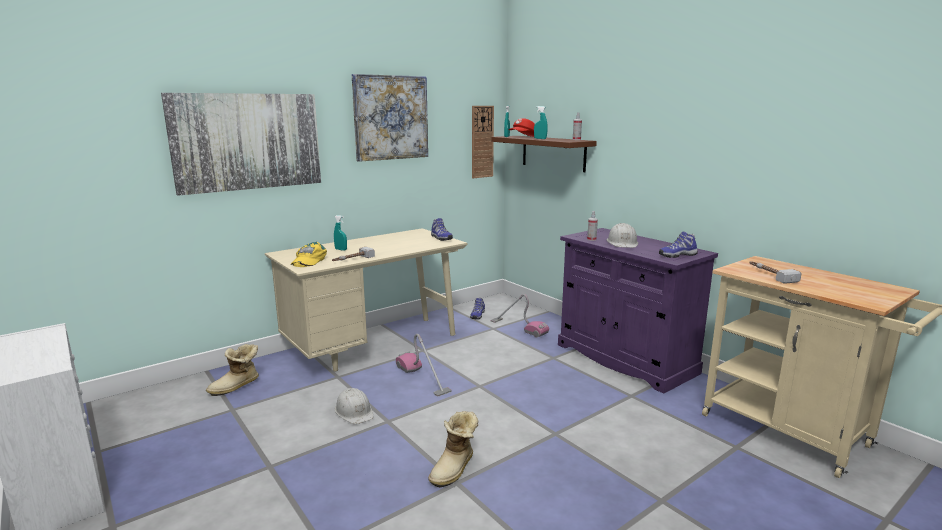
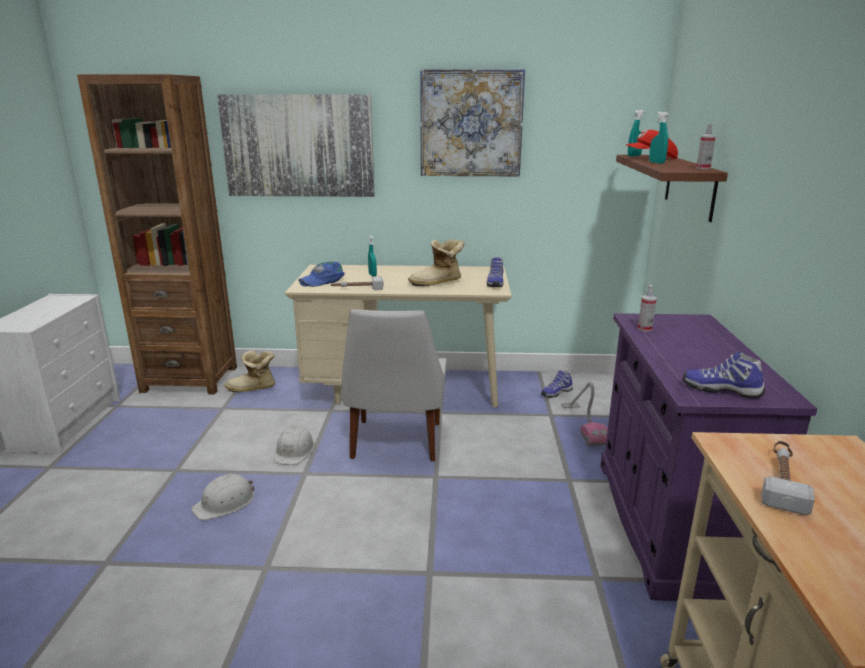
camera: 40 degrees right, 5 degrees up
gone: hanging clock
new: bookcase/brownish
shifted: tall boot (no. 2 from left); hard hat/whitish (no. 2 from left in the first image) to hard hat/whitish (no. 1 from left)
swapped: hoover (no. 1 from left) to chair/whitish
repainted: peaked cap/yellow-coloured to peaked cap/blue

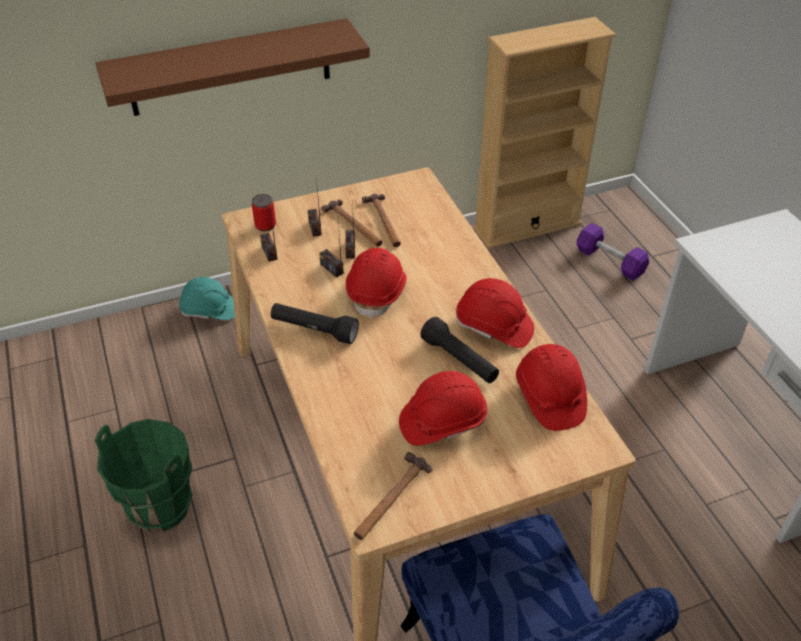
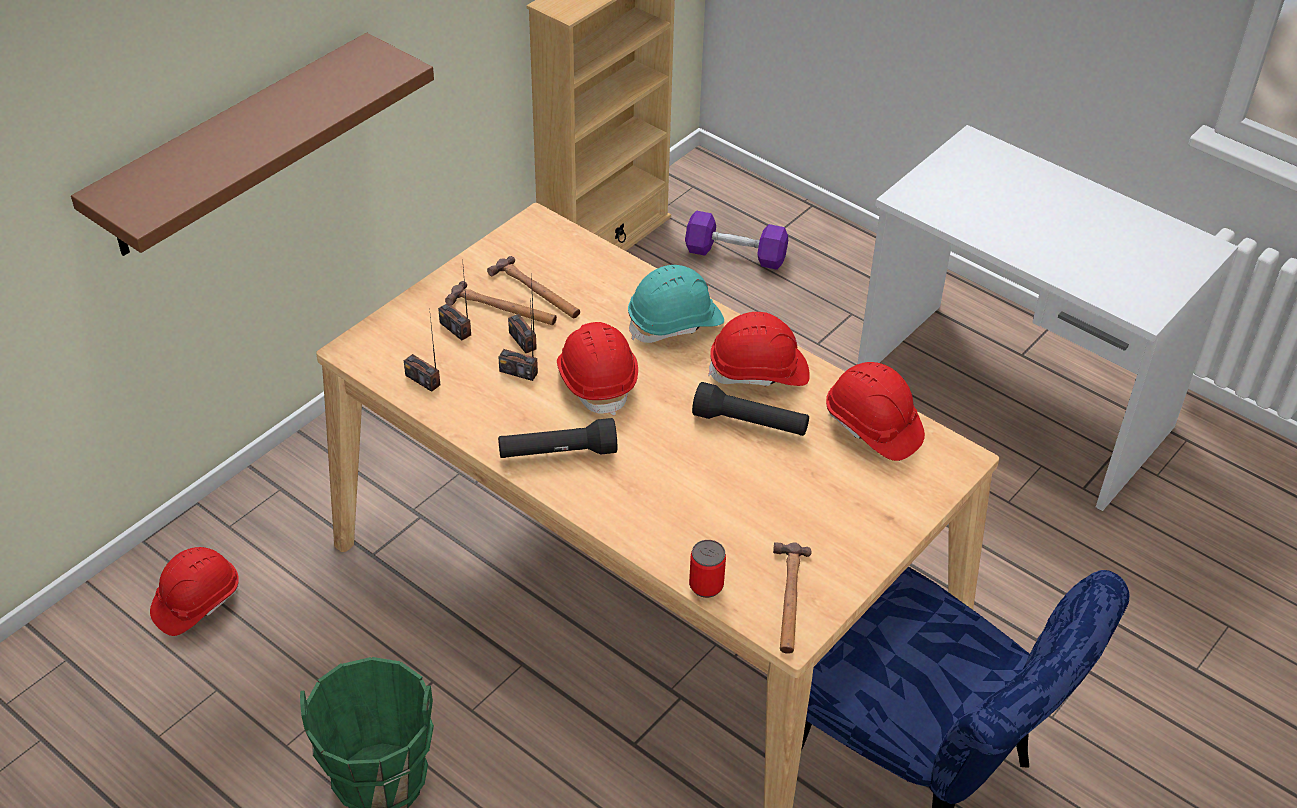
camera: 30 degrees left, 0 degrees up
shifted: hard hat/turquoise; can; hard hat/reddish (no. 2 from left in the first image) to hard hat/reddish (no. 1 from left)

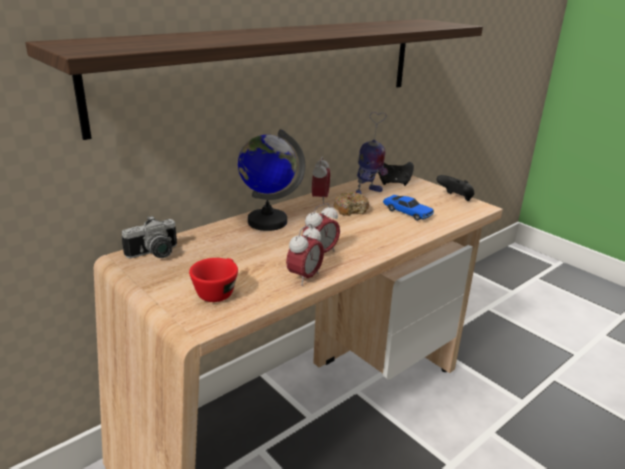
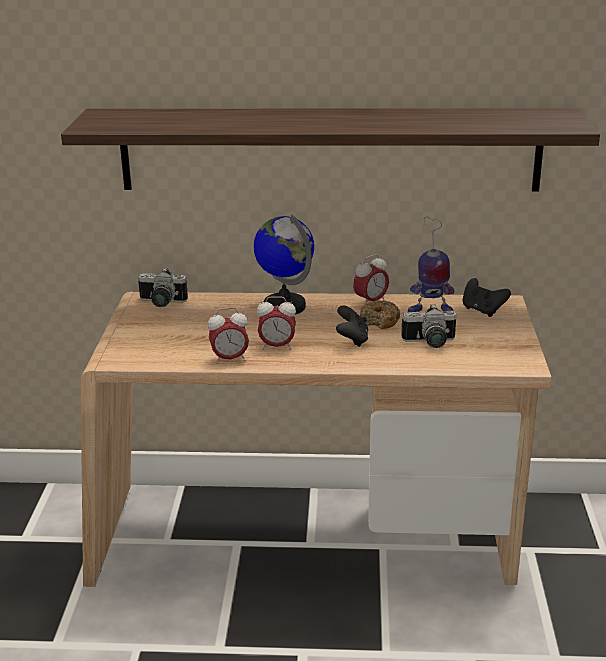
camera: 45 degrees right, 0 degrees up
gone: cup/reddish
shifted: joypad/black (no. 2 from left in the first image) to joypad/black (no. 1 from left)
swapped: model car to still camera (no. 2 from left)

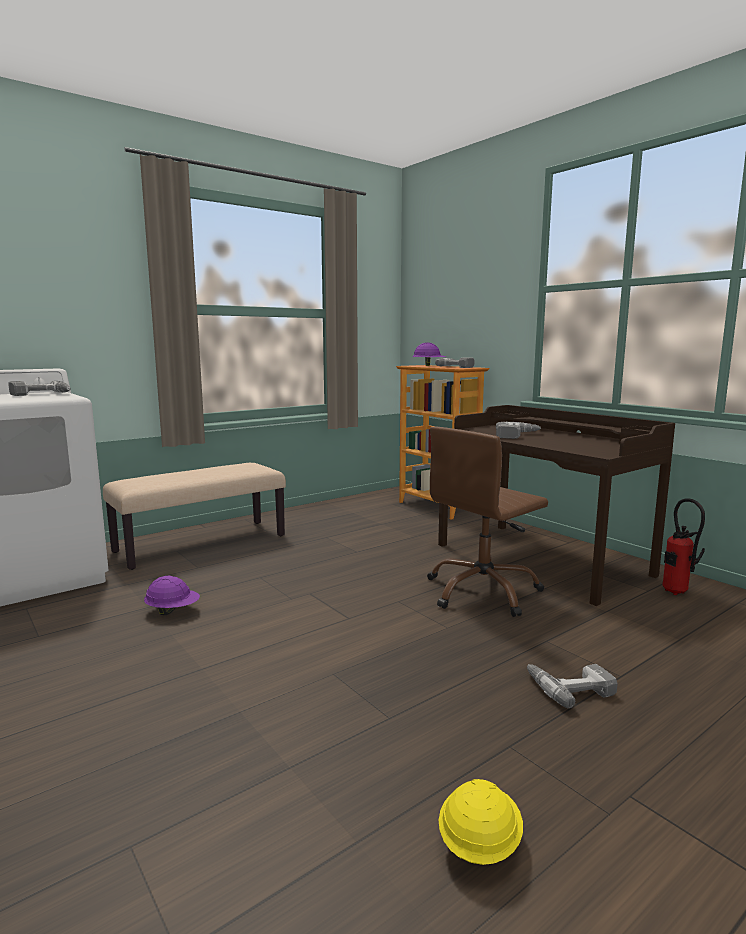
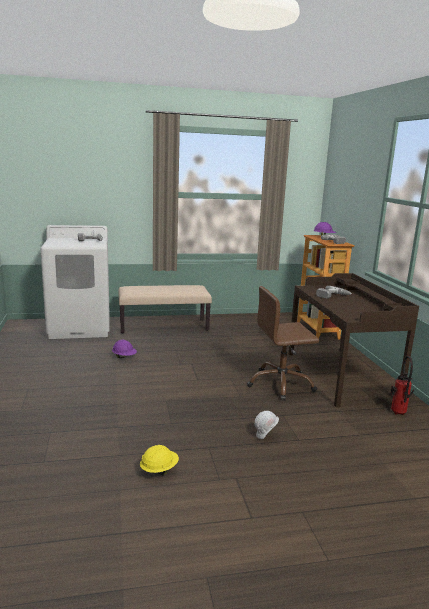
camera: 25 degrees right, 5 degrees up
swapped: power drill (no. 4 from left) to hard hat/whitish

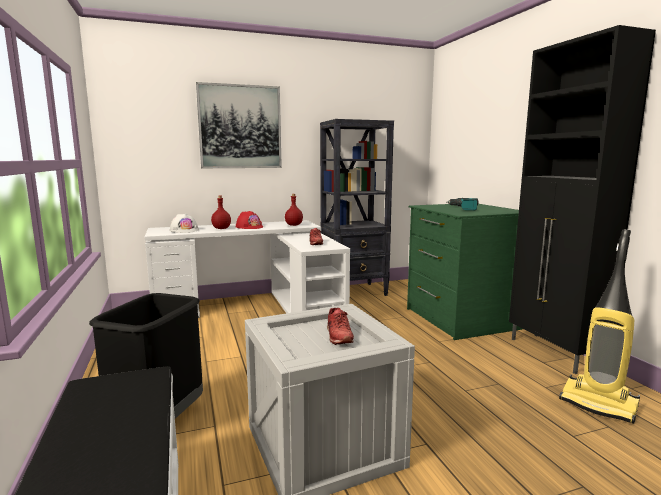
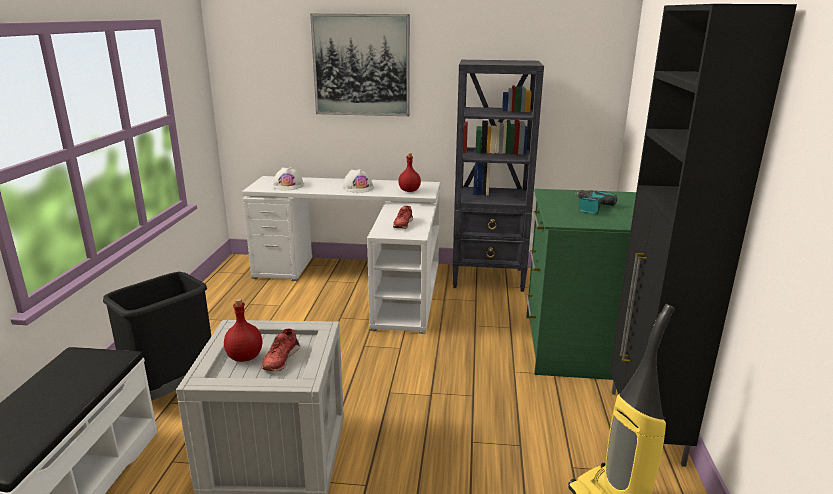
camera: 25 degrees right, 10 degrees up
shifted: beverage bottle/reddish (no. 1 from left)
repainted: hard hat/reddish to hard hat/whitish (no. 2 from left)

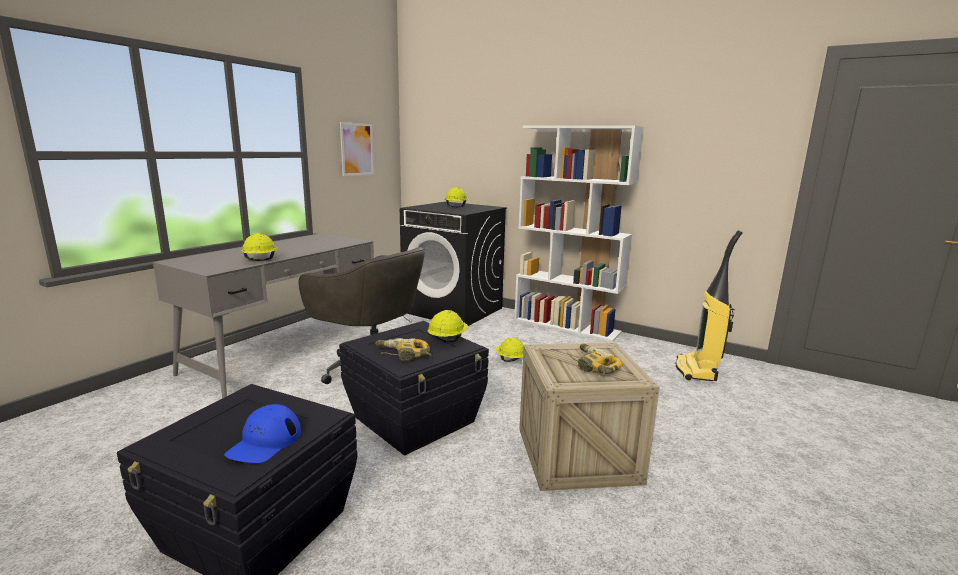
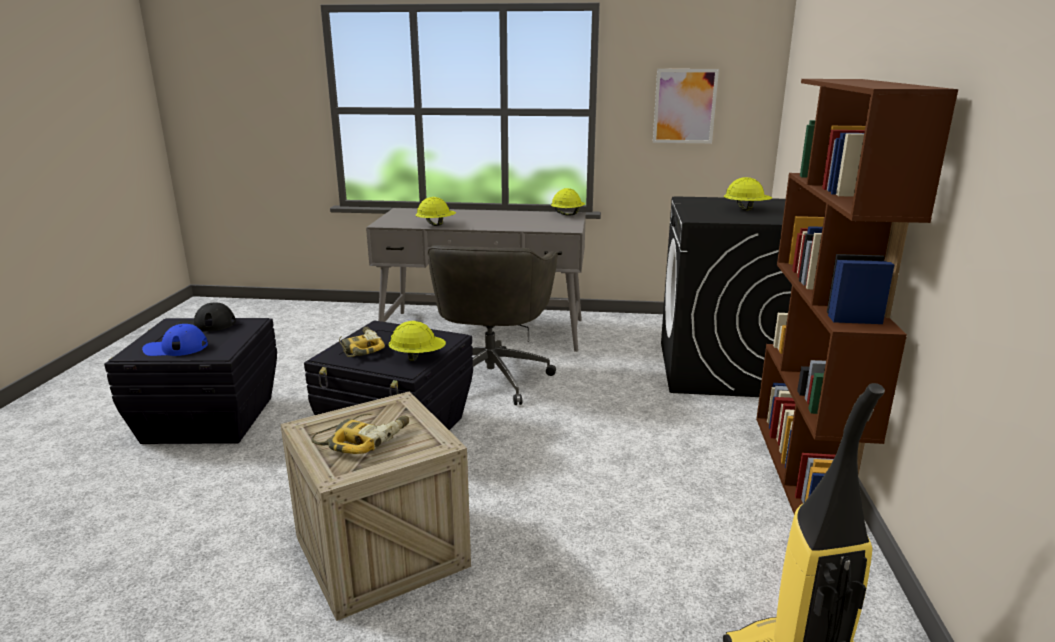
camera: 65 degrees right, 5 degrees up
new: peaked cap/black
shifted: hard hat/yellow-coloured (no. 4 from left in the first image) to hard hat/yellow-coloured (no. 3 from left)
repainted: bookcase/whitish to bookcase/brownish

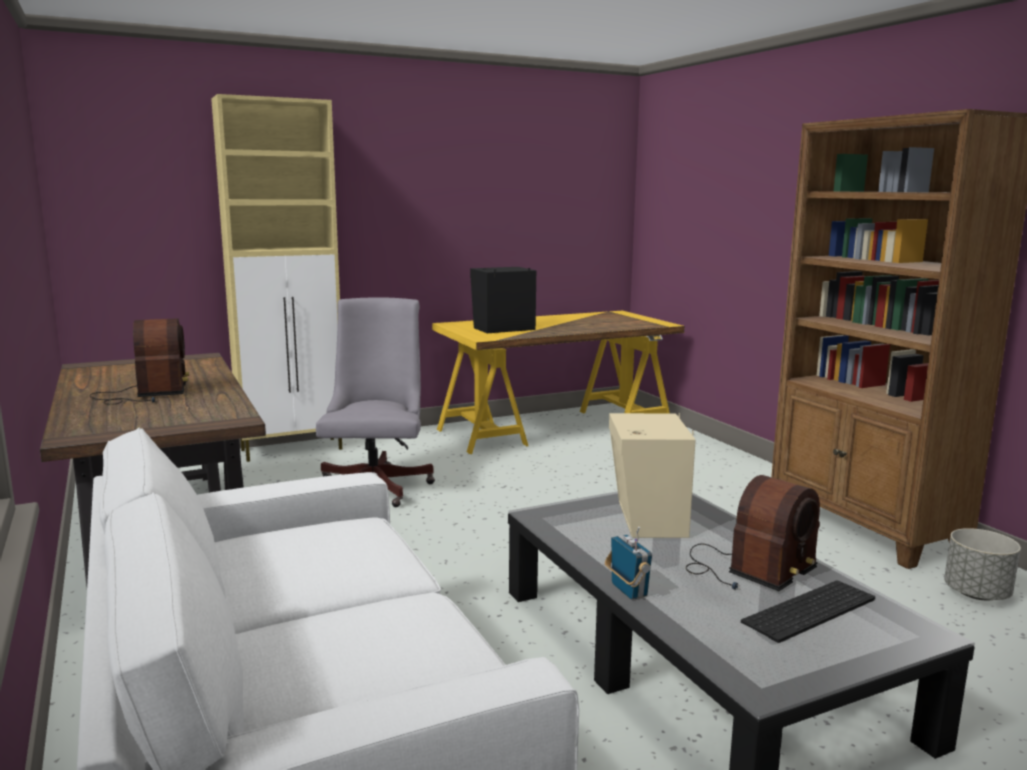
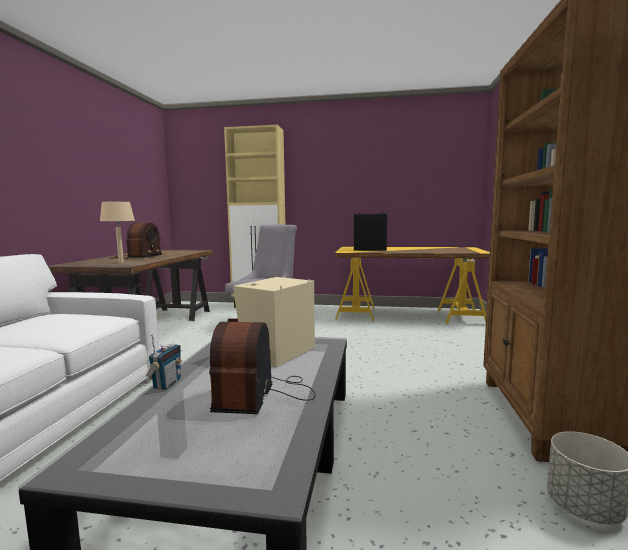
camera: 35 degrees right, 5 degrees down
gone: keyboard
new: tabletop lamp/beige
rotated: radio (no. 3 from left) 105 degrees clockwise

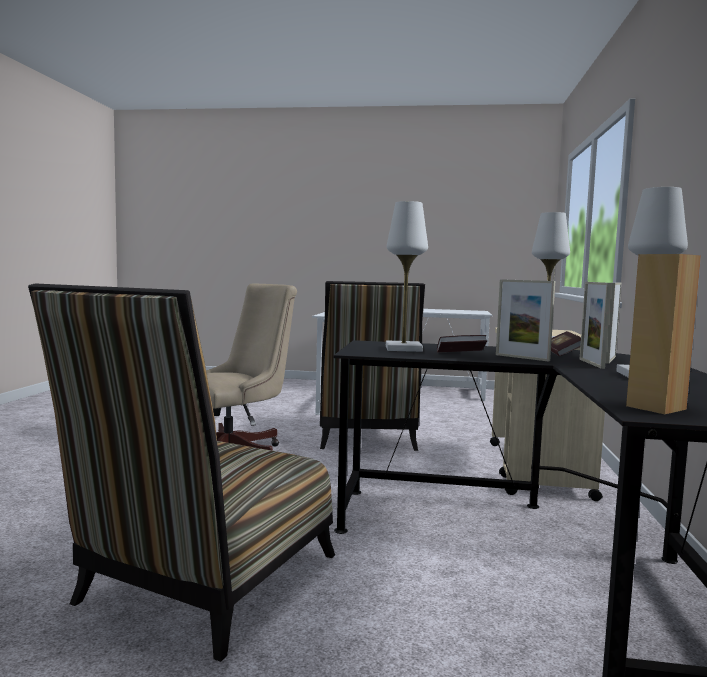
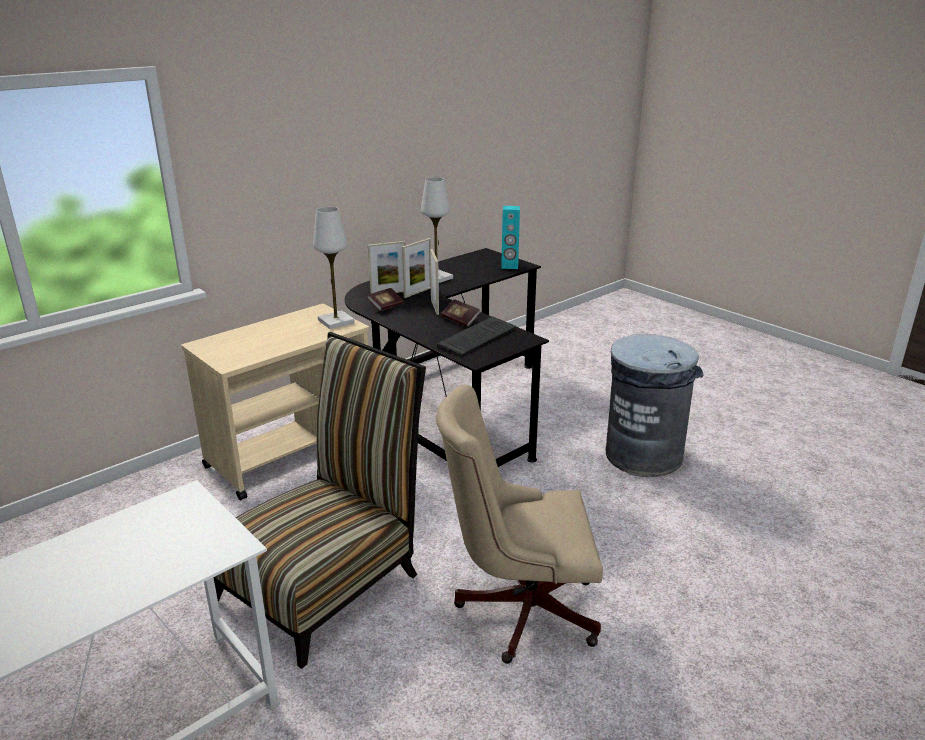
camera: 140 degrees left, 20 degrees up
swapped: chair (no. 1 from left) to rubbish bin/gray; tabletop lamp/whitish (no. 1 from left) to keyboard
repainted: audio speaker/brownish to audio speaker/turquoise

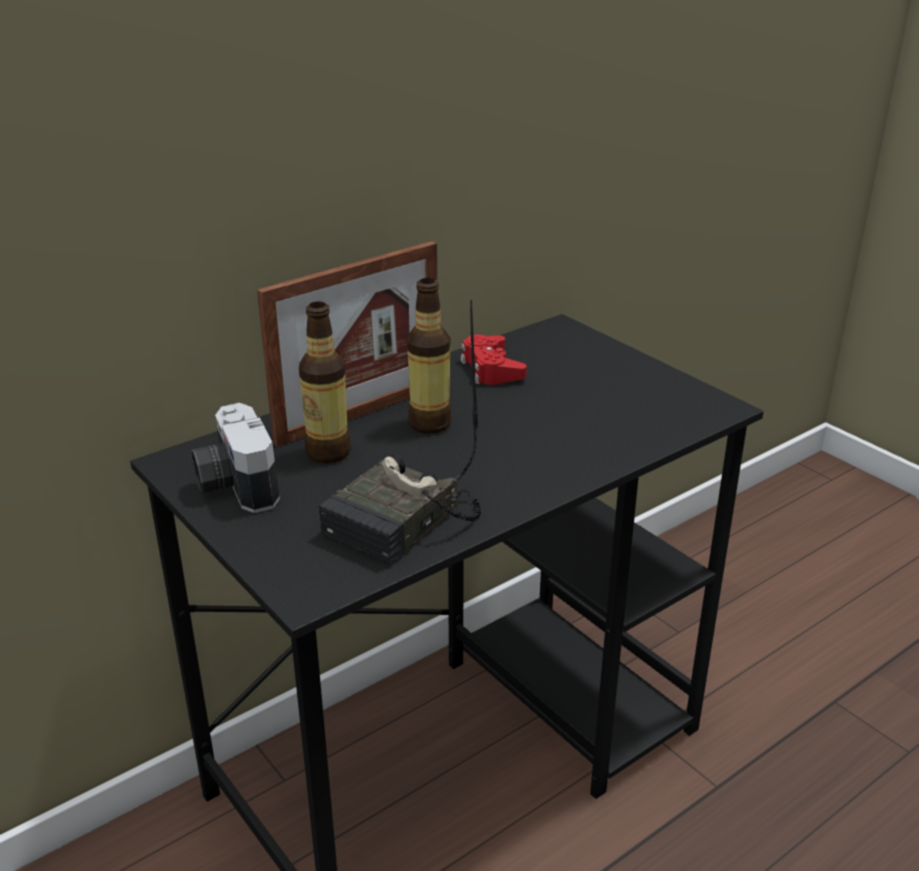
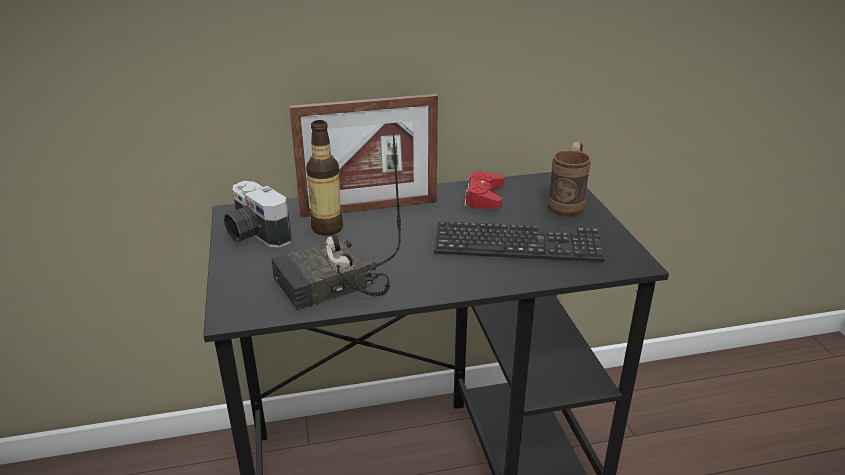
camera: 25 degrees right, 0 degrees up
gone: beverage bottle (no. 2 from left)
new: keyboard; tea mug/brownish
rotated: still camera 45 degrees counterclockwise

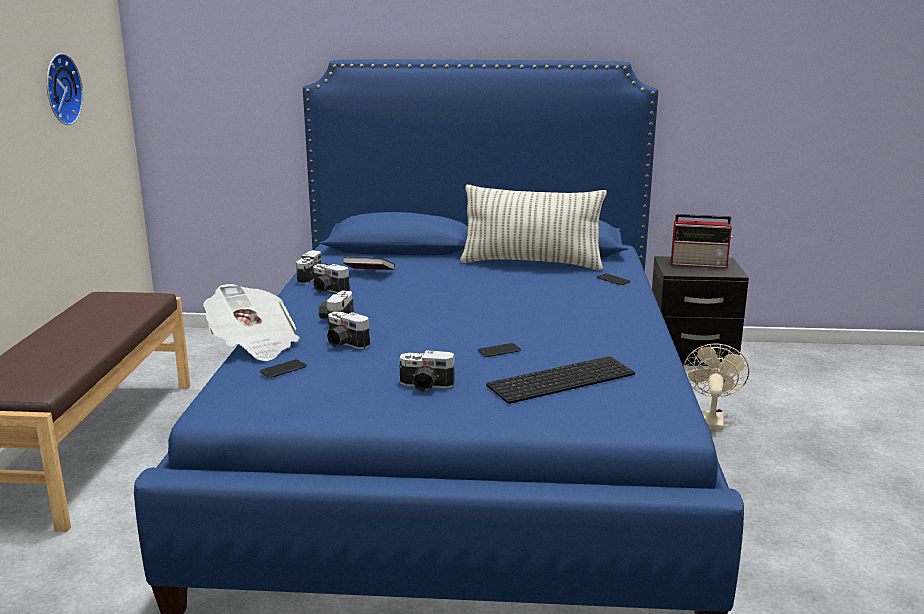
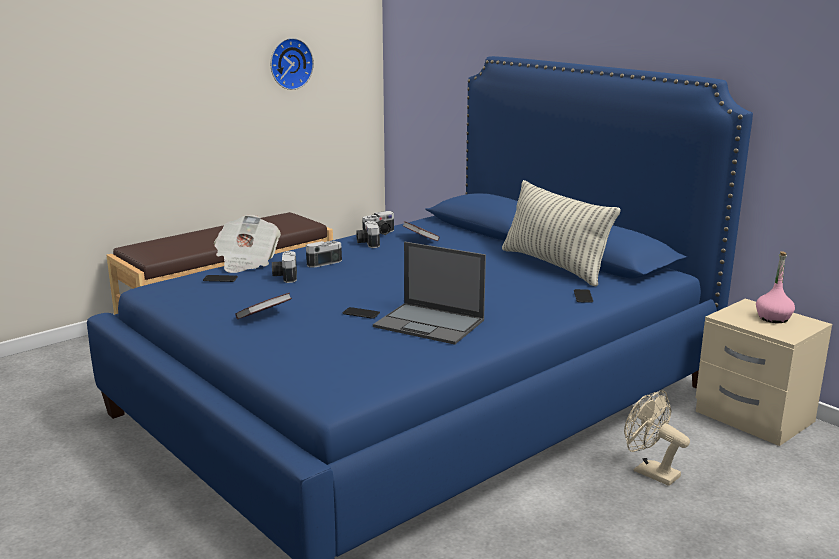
camera: 45 degrees right, 0 degrees up
gone: keyboard
new: notebook computer
swapped: still camera (no. 5 from left) to volume (no. 1 from left); radio to beverage bottle/pink
repainted: night table/black to night table/beige
rotated: cooling fan/beige 105 degrees counterclockwise

